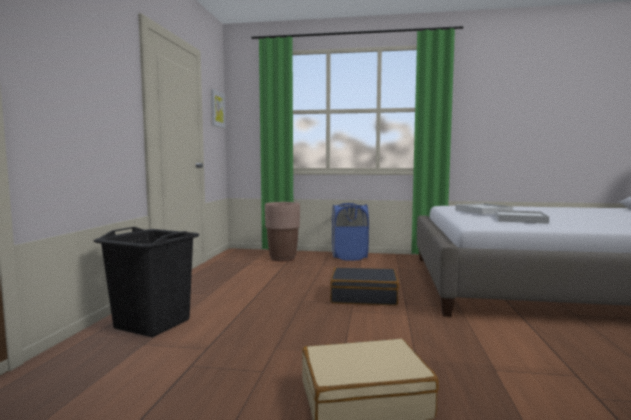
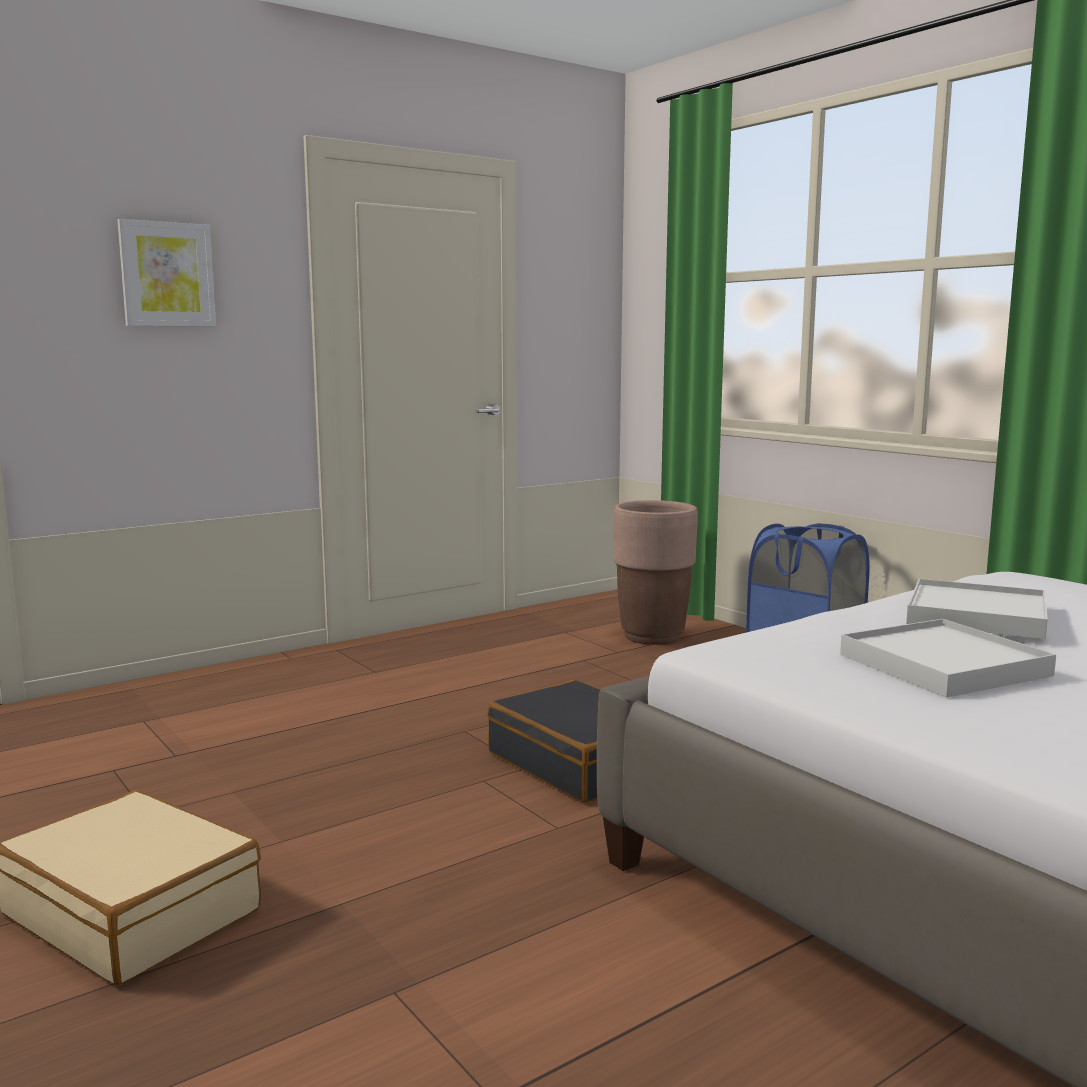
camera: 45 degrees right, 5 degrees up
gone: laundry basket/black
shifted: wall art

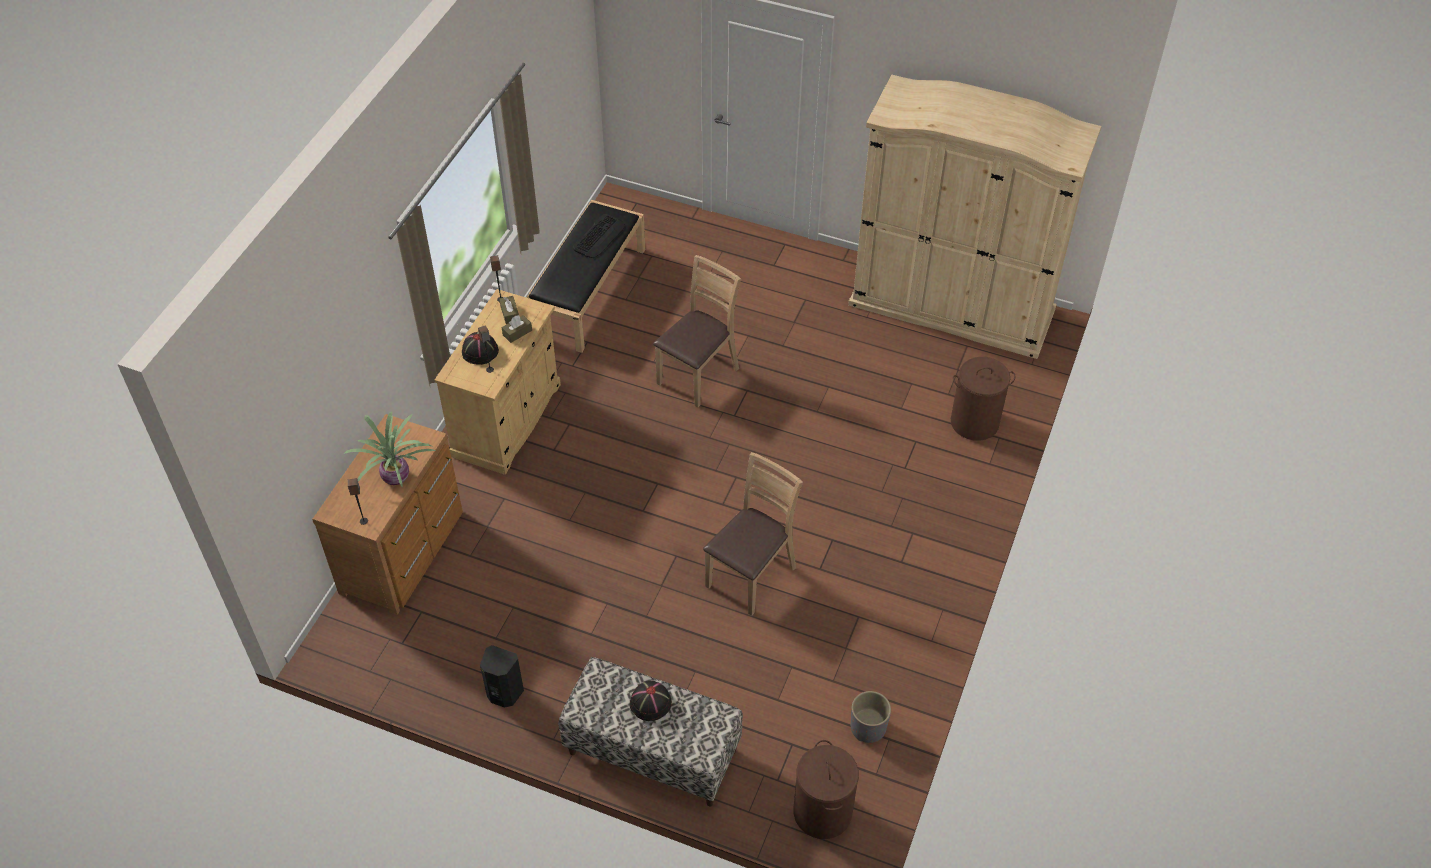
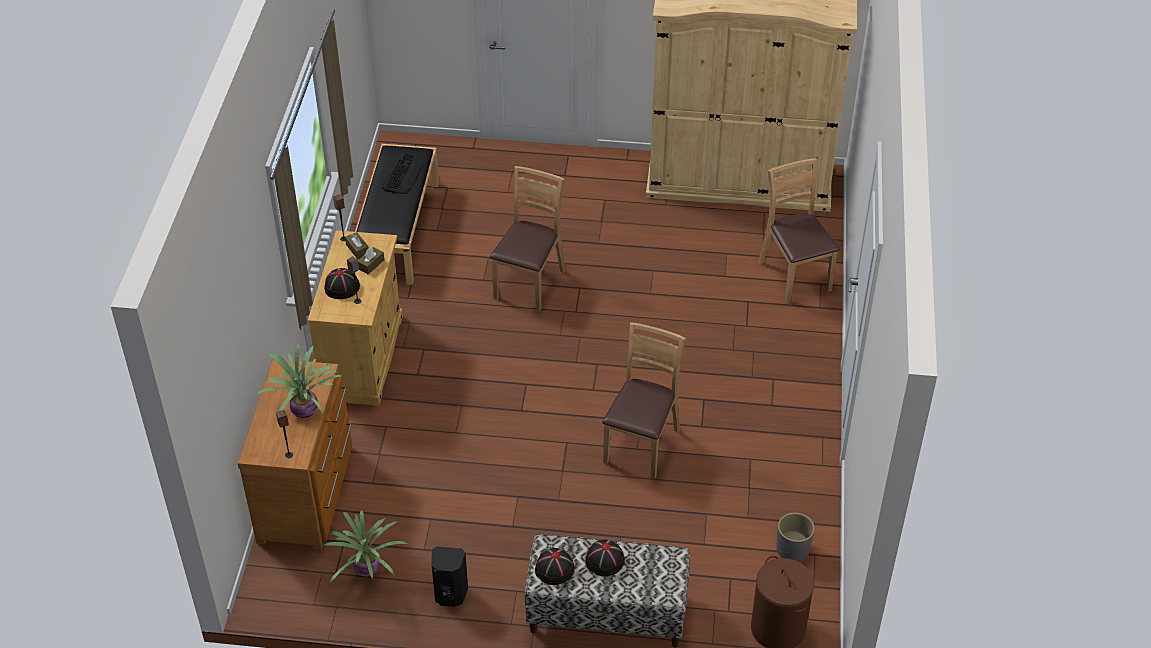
camera: 15 degrees left, 5 degrees down
new: plant in a pot (no. 2 from left); wearable hat/black (no. 2 from left)
swapped: laundry basket/brownish (no. 2 from left) to chair/brownish (no. 3 from left)

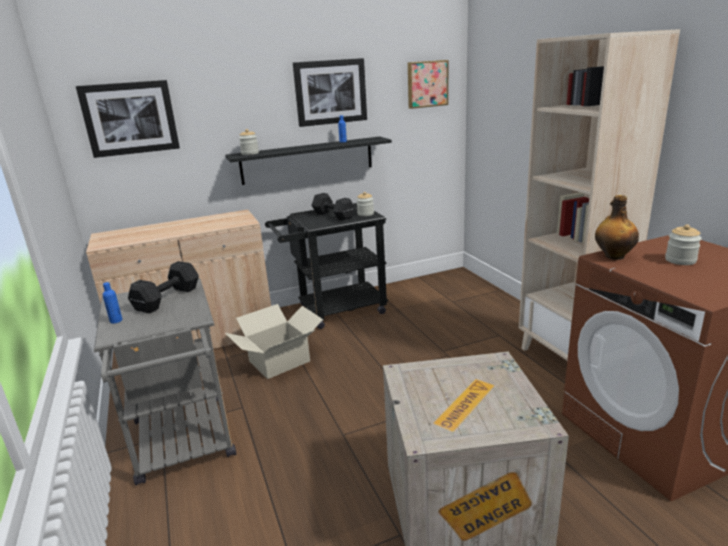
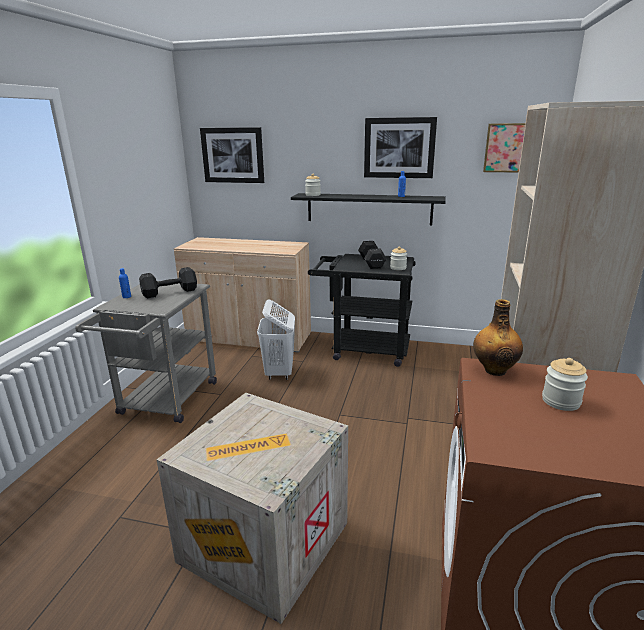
camera: 35 degrees right, 0 degrees up
swapped: packing box to laundry basket/whitish

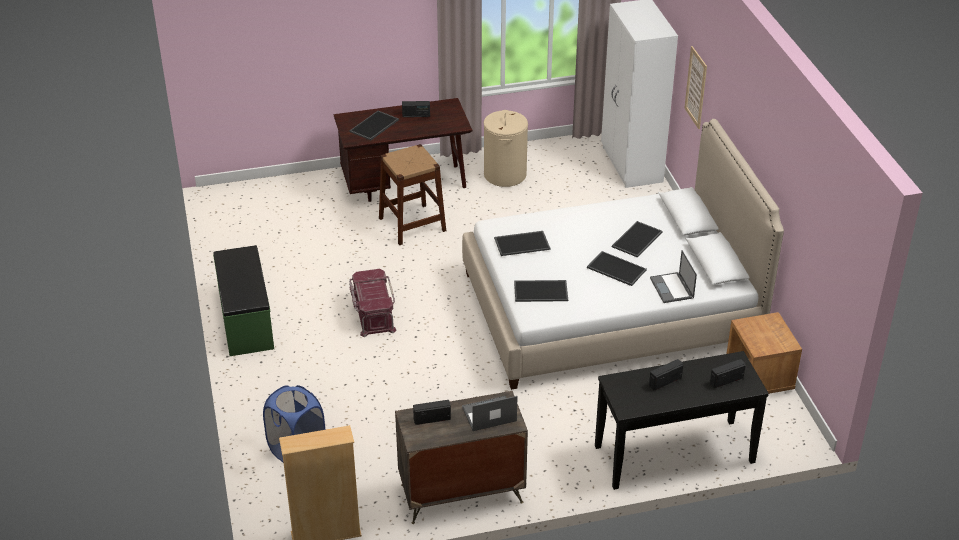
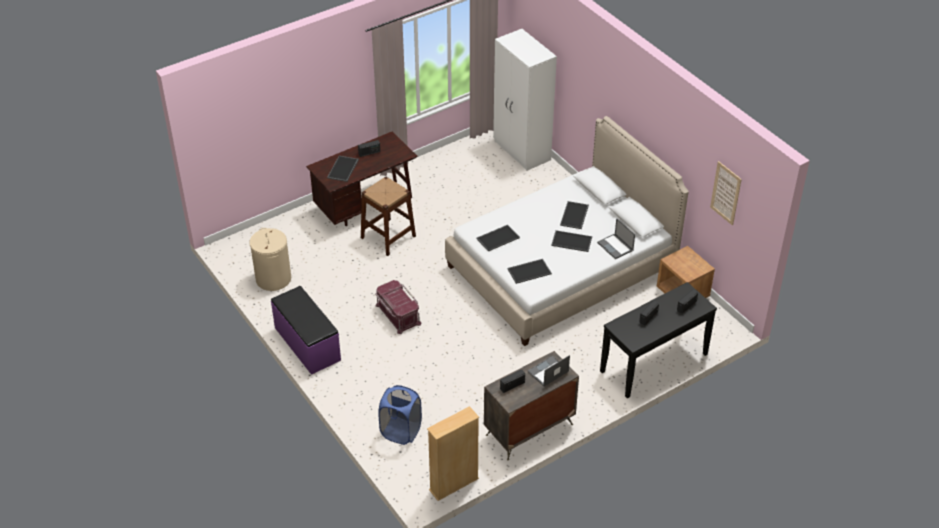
camera: 20 degrees left, 5 degrees up
shifted: laundry basket/beige; wall art
repainted: long seat/green-coloured to long seat/purple-coloured

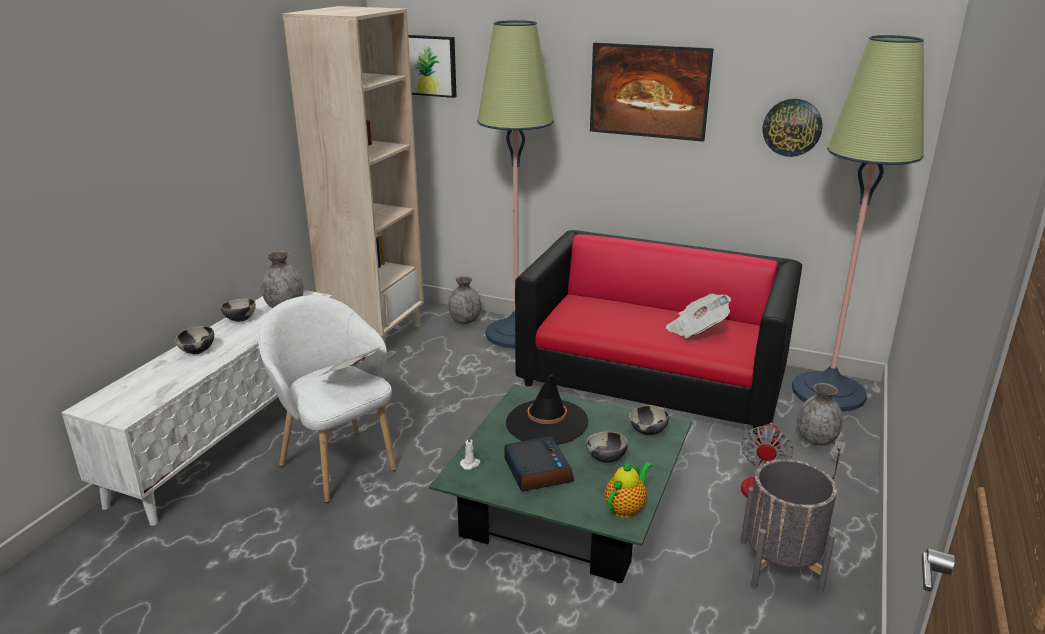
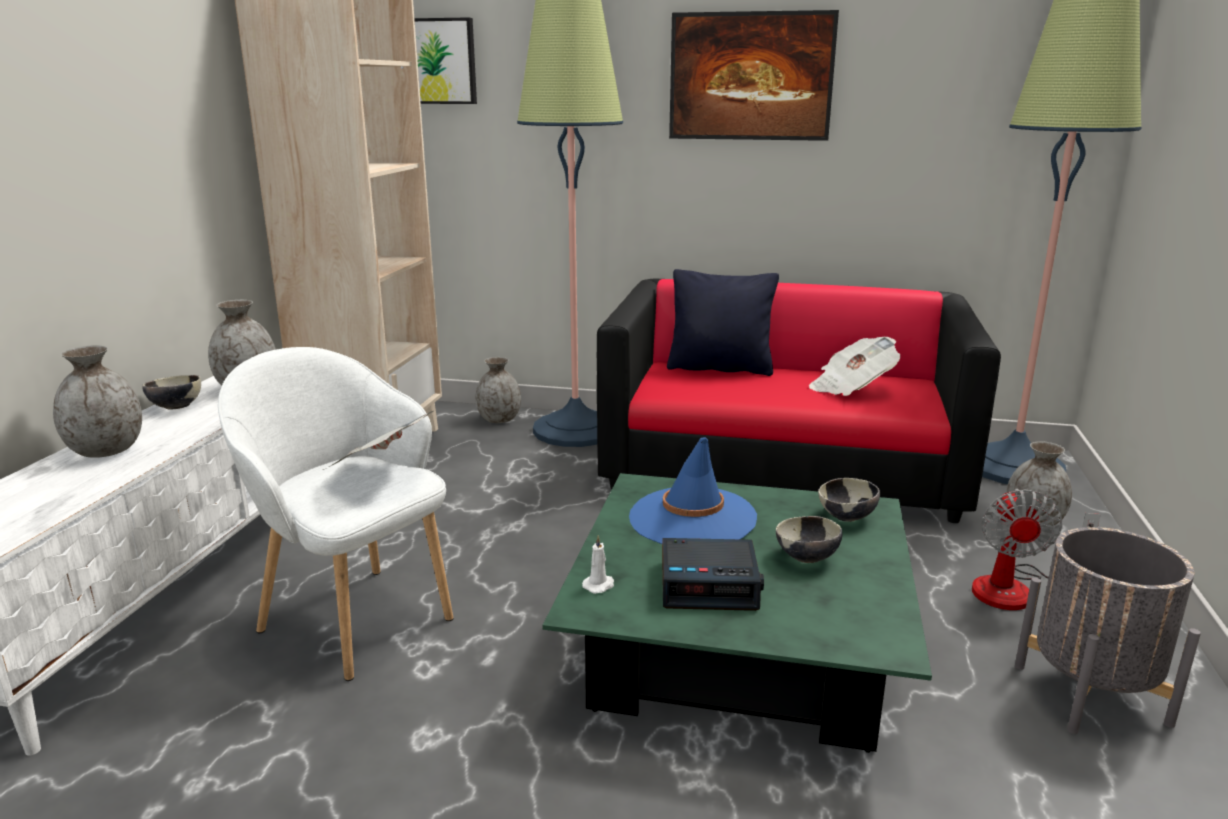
camera: 10 degrees left, 5 degrees down
gone: teapot; hanging clock
new: cushion/black
swapped: deep dish (no. 1 from left) to decorative vase/gray (no. 1 from left)
repainted: wearable hat/black to wearable hat/blue
rotated: table clock 120 degrees clockwise

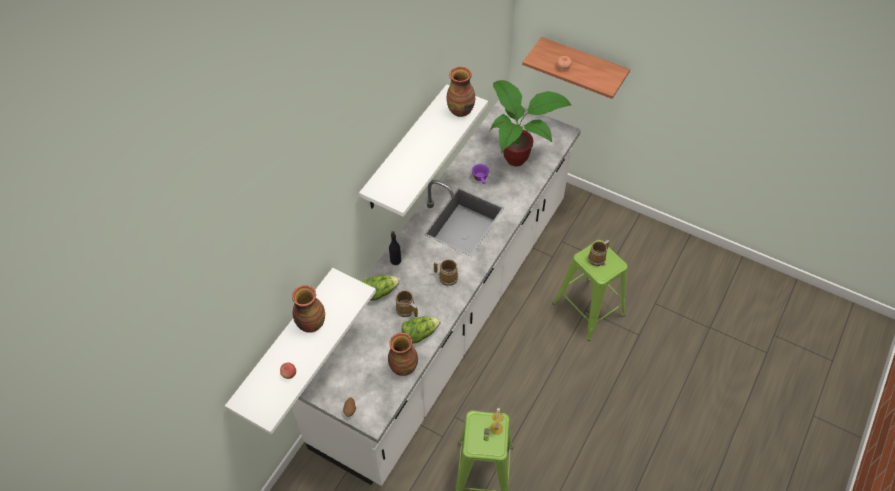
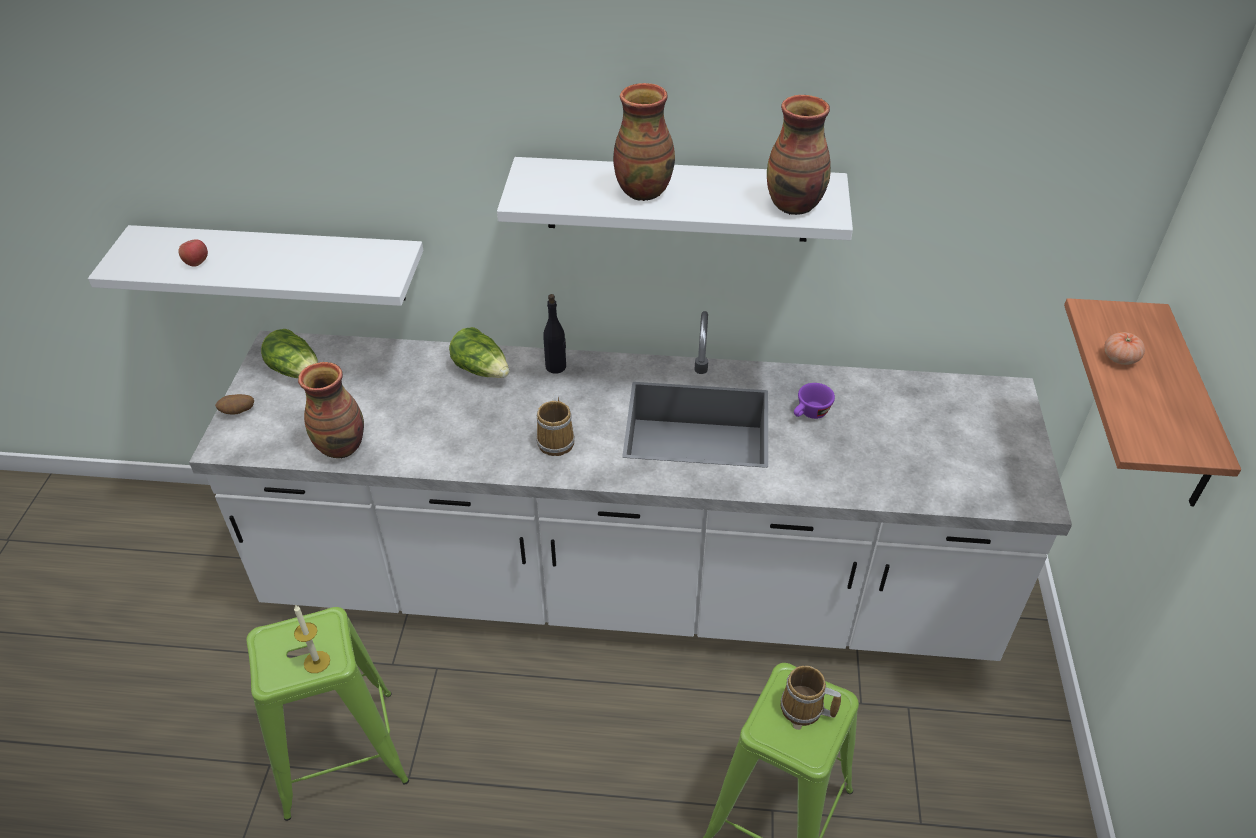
camera: 65 degrees right, 10 degrees down
gone: tea mug (no. 1 from left); plant in a pot
shifted: decorative vase (no. 1 from left in the first image) to decorative vase (no. 2 from left); lettuce (no. 2 from left in the first image) to lettuce (no. 1 from left)

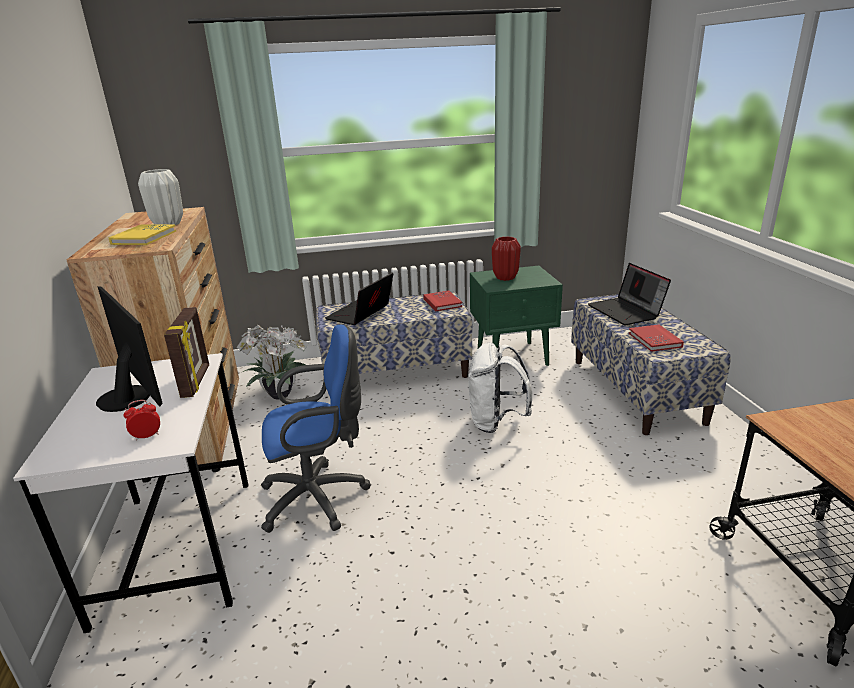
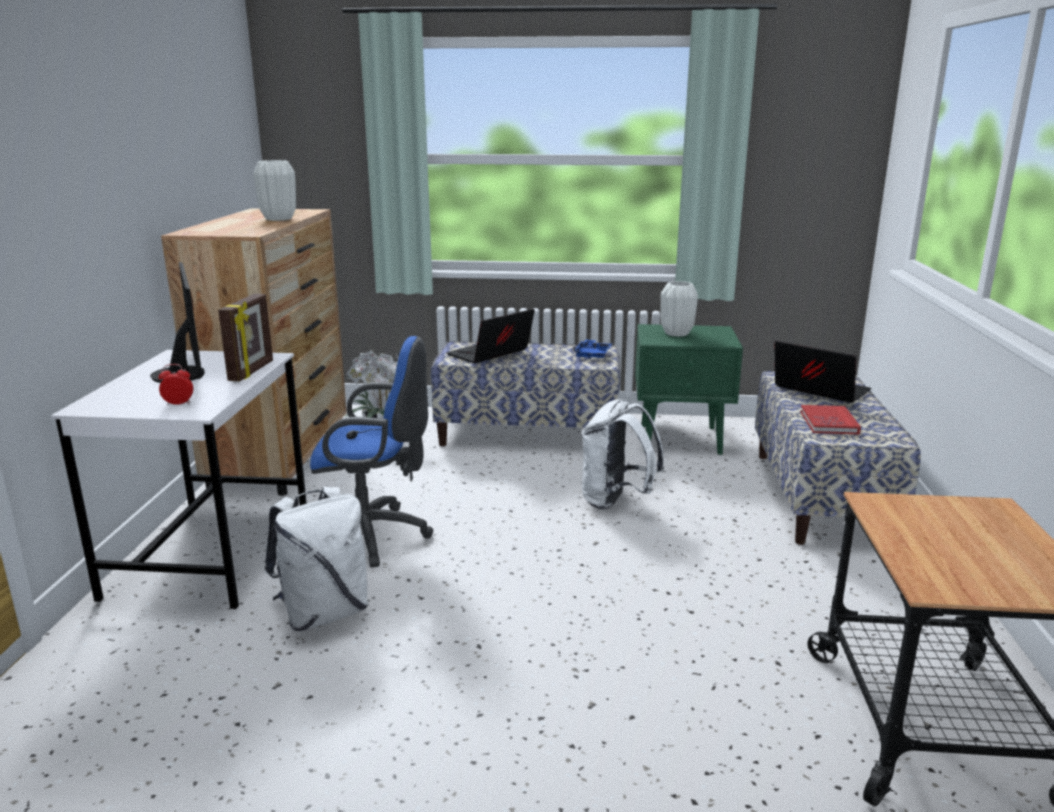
camera: 15 degrees right, 5 degrees down
gone: volume/yellow-coloured
new: backpack/whitish (no. 1 from left)
swapped: volume/reddish (no. 1 from left) to serving tray/blue
repainted: decorative vase/reddish to decorative vase/whitish (no. 2 from left)
rotated: notebook computer (no. 2 from left) 135 degrees clockwise

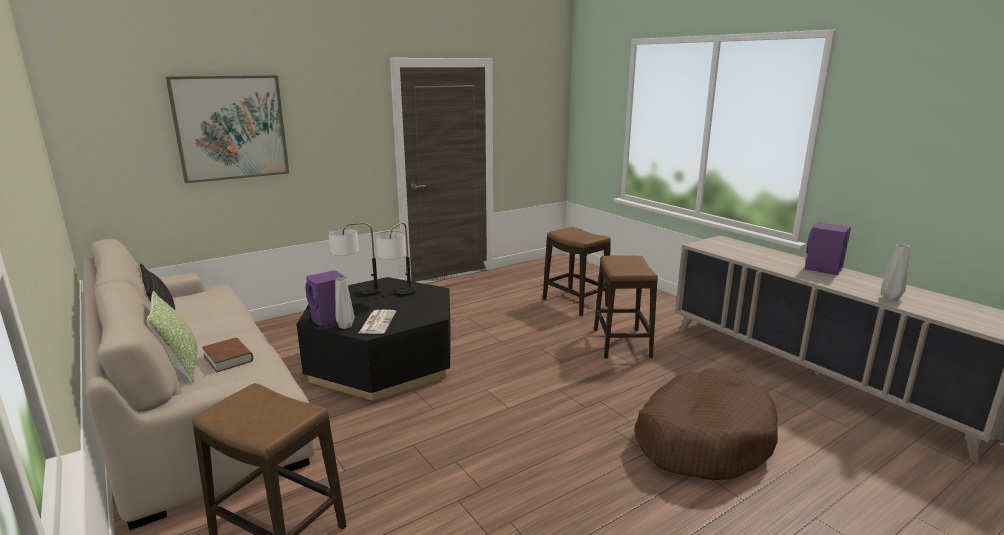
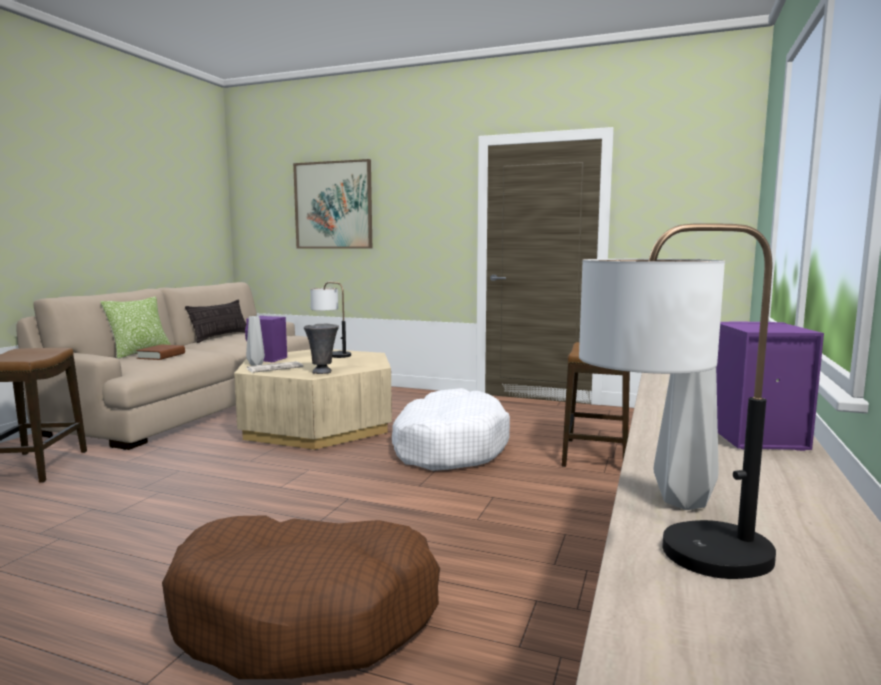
camera: 55 degrees right, 10 degrees down
gone: stool (no. 3 from left)
new: decorative vase/gray (no. 2 from left); dog cushion/whitish
shifted: tabletop lamp (no. 2 from left)
repainted: lounge table/black to lounge table/beige

